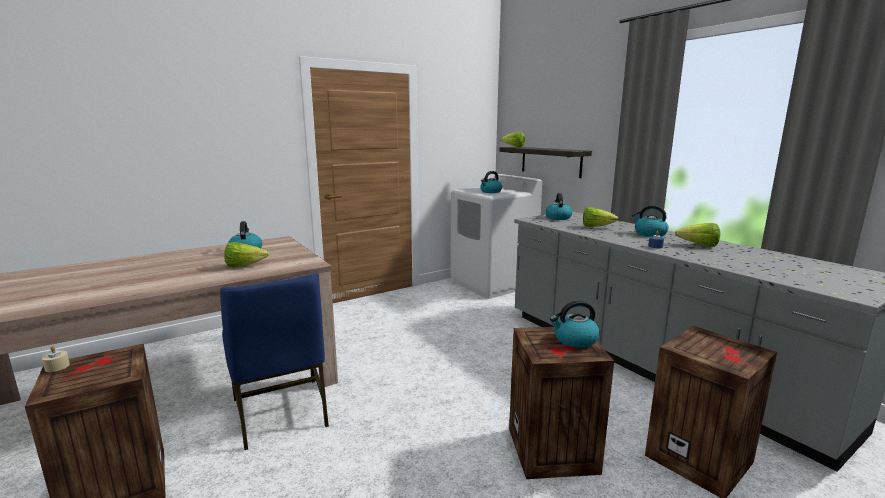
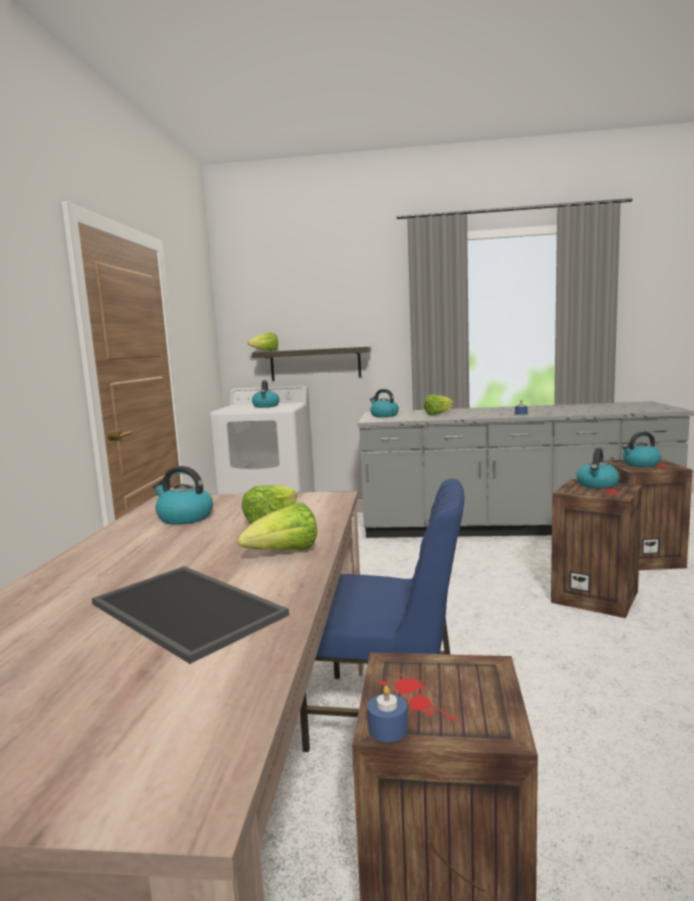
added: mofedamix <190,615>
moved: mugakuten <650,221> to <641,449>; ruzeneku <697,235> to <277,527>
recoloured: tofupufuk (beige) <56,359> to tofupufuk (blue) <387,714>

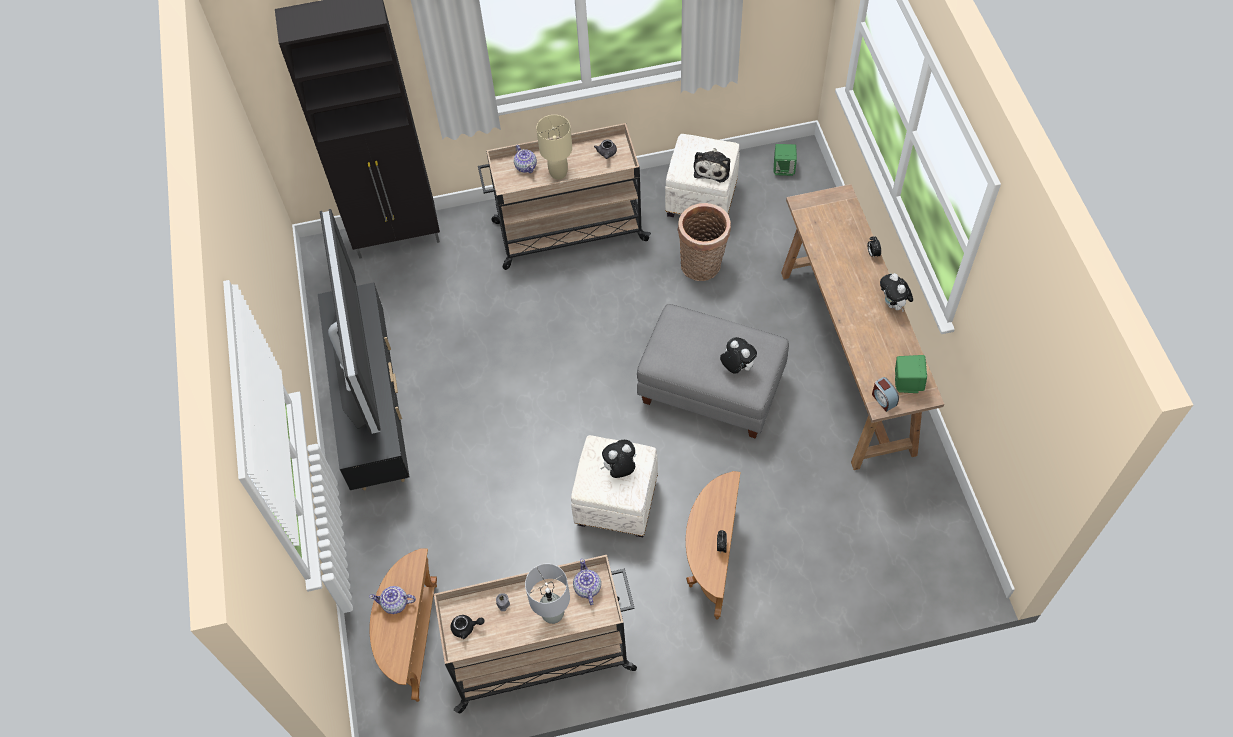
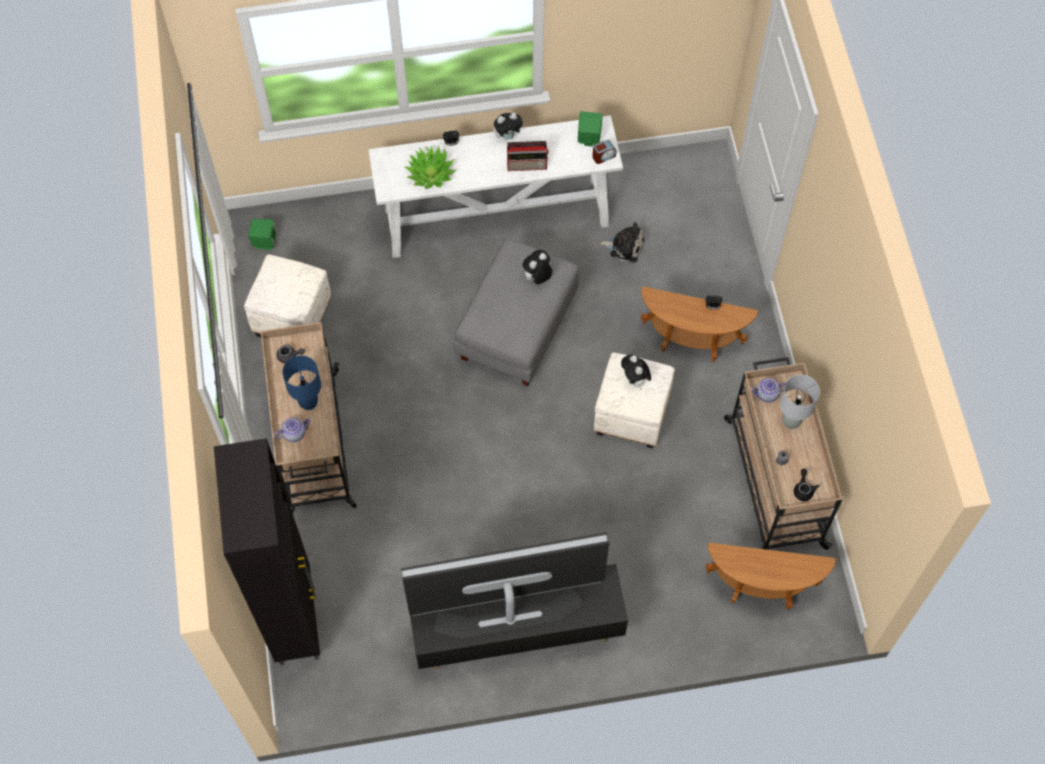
removed: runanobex <704,242>; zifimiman <392,600>
added: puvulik <528,156>; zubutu <430,167>
moved: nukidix <712,165> to <621,242>
recoloured: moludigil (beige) <554,147> to moludigil (blue) <301,382>; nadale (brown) <862,327> to nadale (white) <495,186>

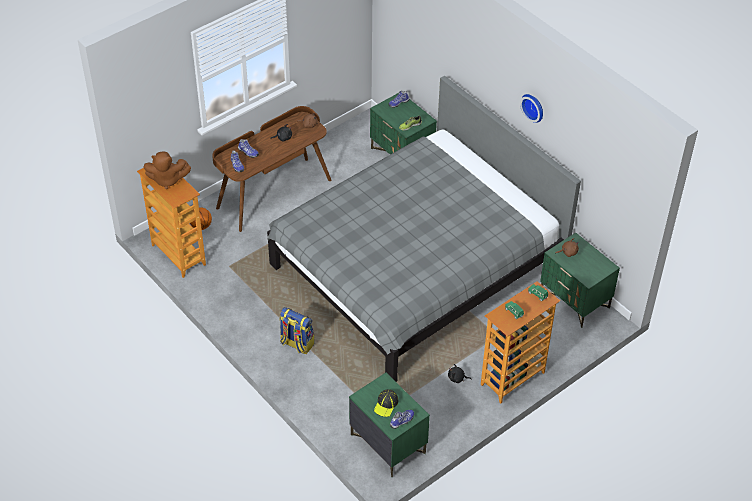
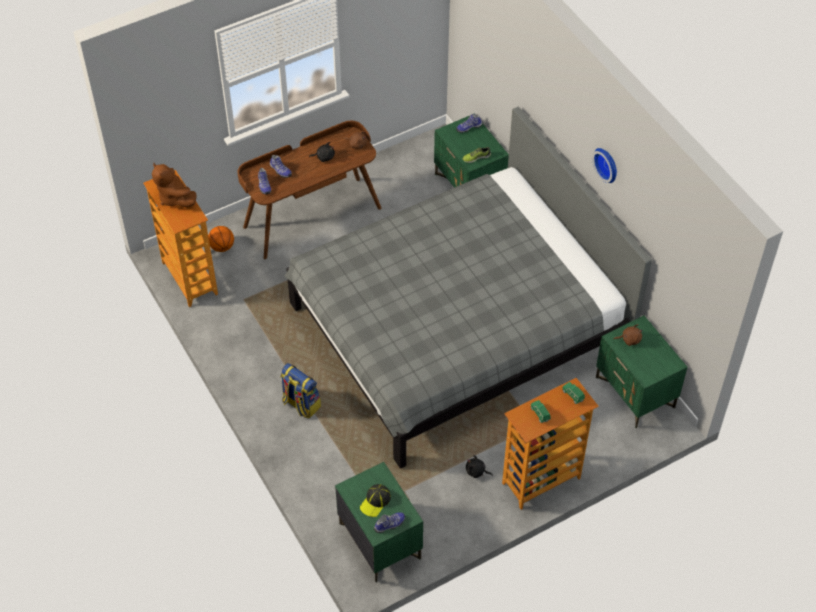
turned: nukidix (brown) <167,170> = <174,185> 45 degrees clockwise

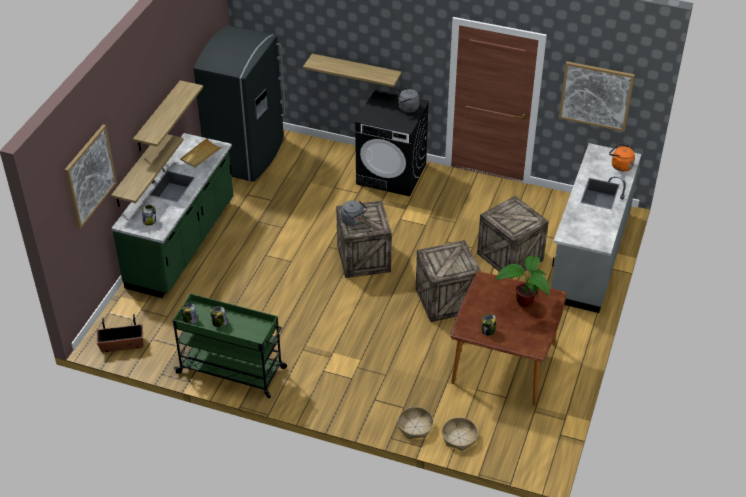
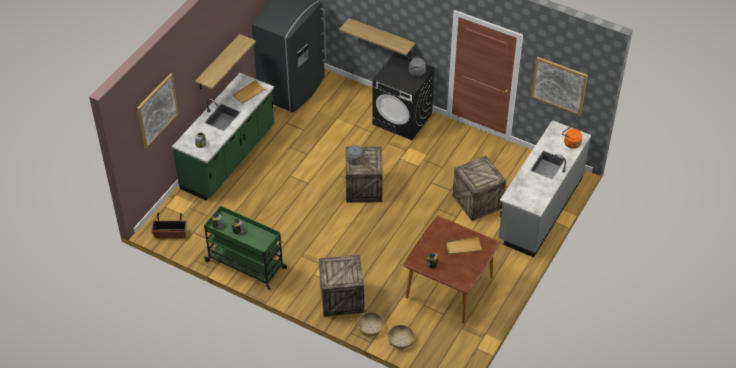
removed: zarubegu <147,170>
moved: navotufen <448,281> to <341,285>
replaced: zubutu <522,282> to mofedamix (beige) <464,245>

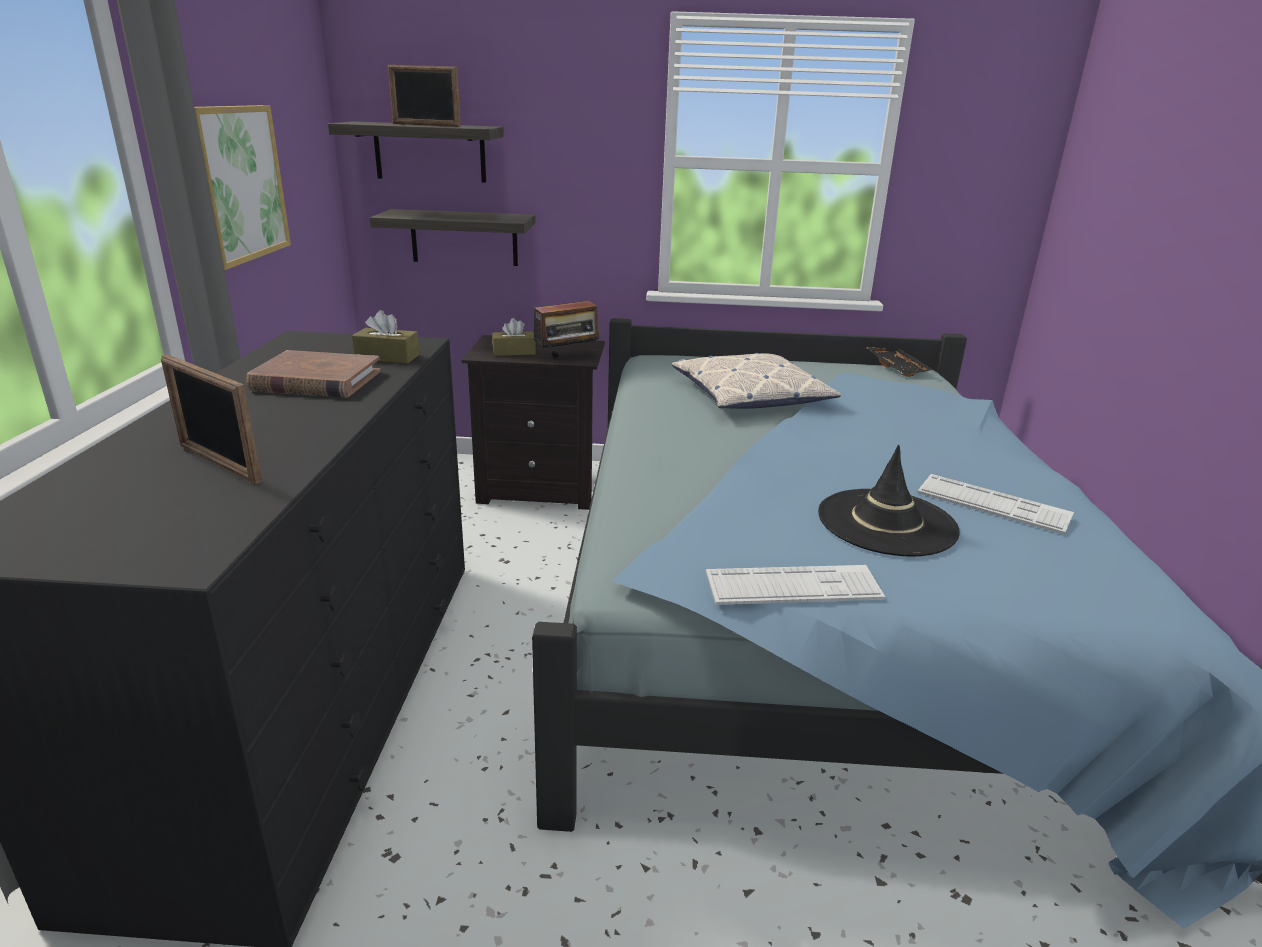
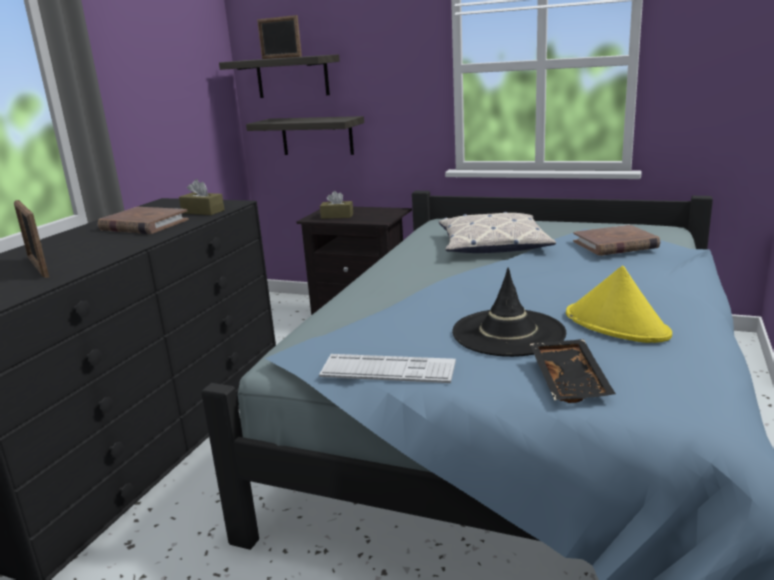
removed: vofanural <242,187>; puvulik <568,329>
added: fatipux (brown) <616,240>
moved: mofedamix (black) <900,362> to <573,371>
replaced: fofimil <995,504> to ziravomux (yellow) <619,304>

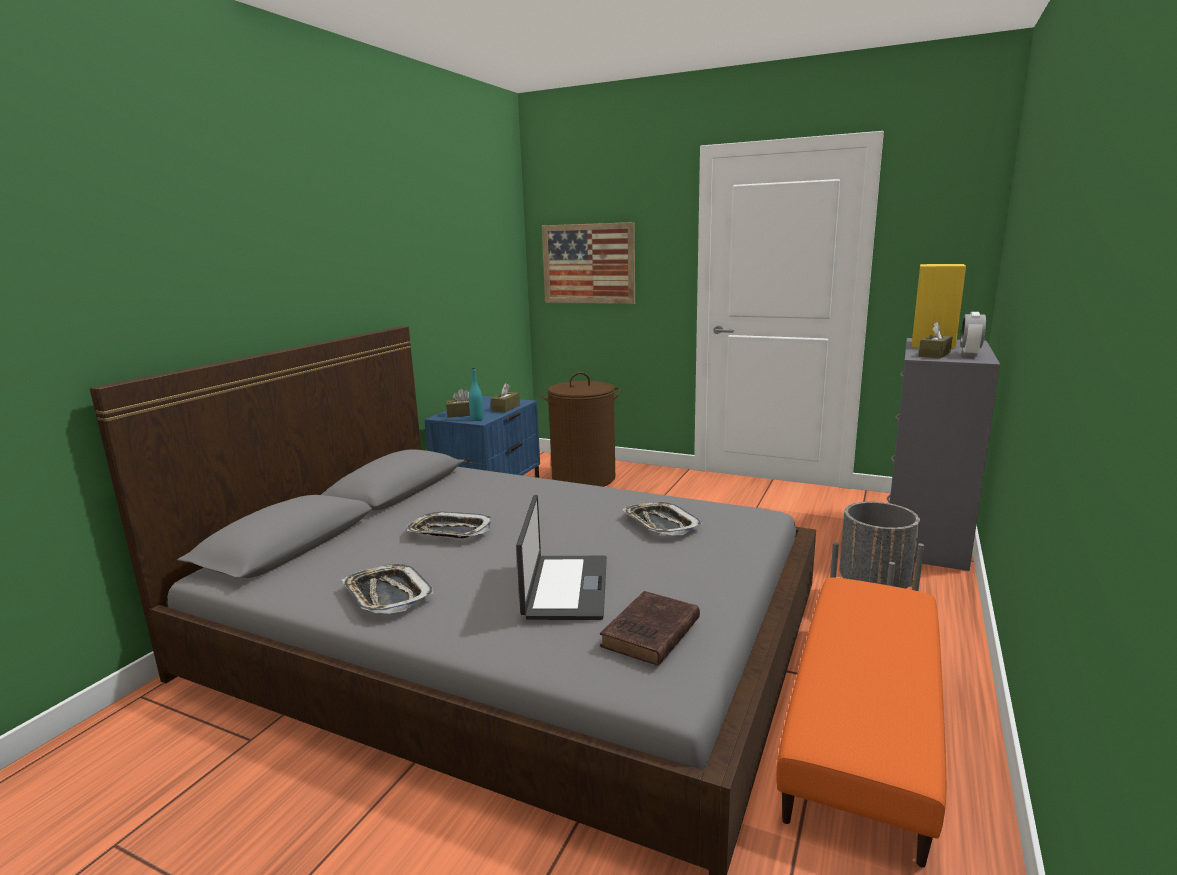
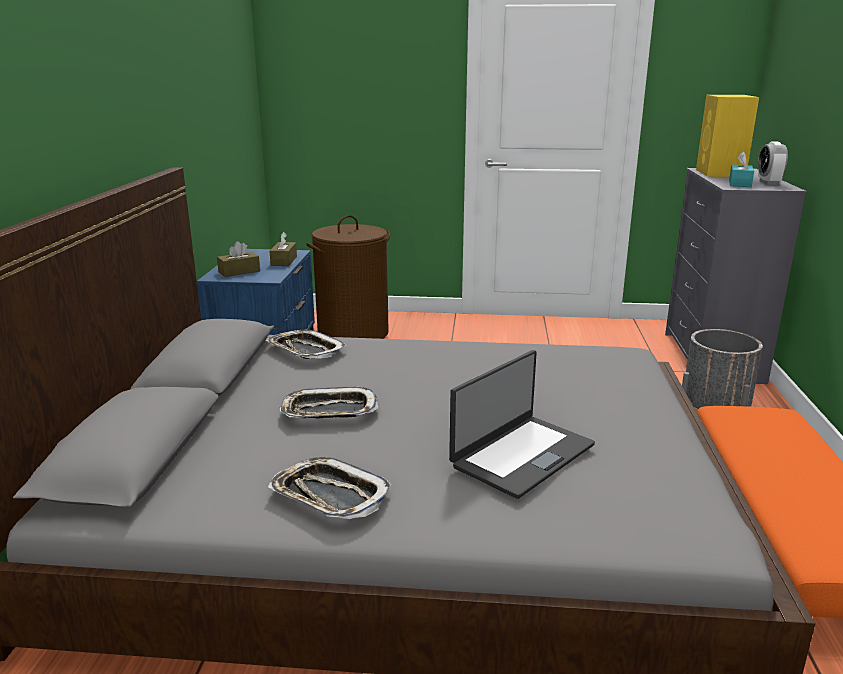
removed: vofanural <588,263>; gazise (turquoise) <476,394>; fatipux (brown) <650,628>
moved: mofedamix <663,519> to <306,344>
recoloured: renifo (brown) <936,340> to renifo (turquoise) <741,169>
turned: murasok <561,557> = <522,424> 60 degrees clockwise

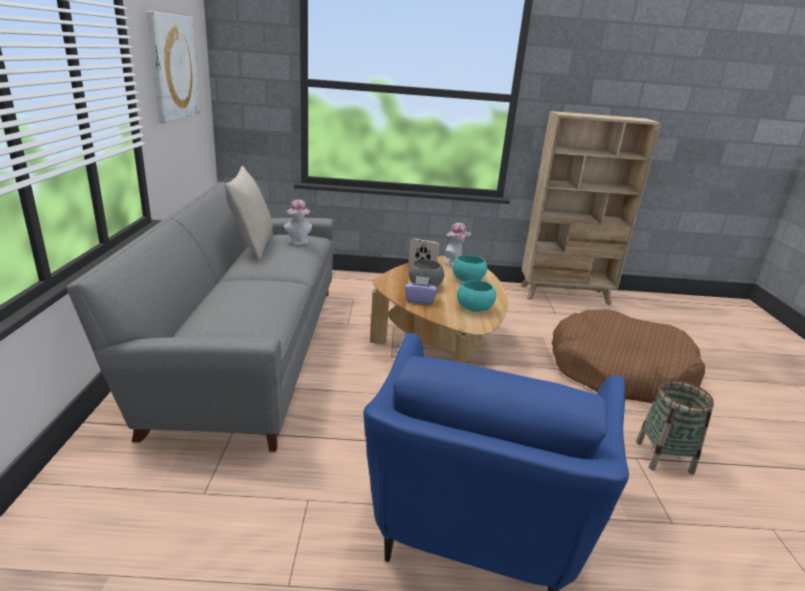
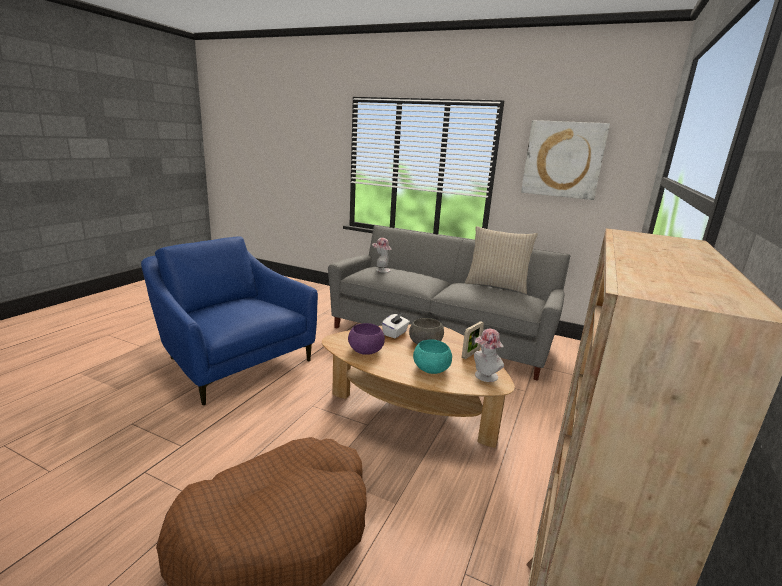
removed: runanobex <675,427>
moved: ziravomux <298,222> to <381,255>
recoloured: renifo (purple) <421,290> to renifo (white) <396,325>; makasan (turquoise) <476,296> to makasan (purple) <366,339>

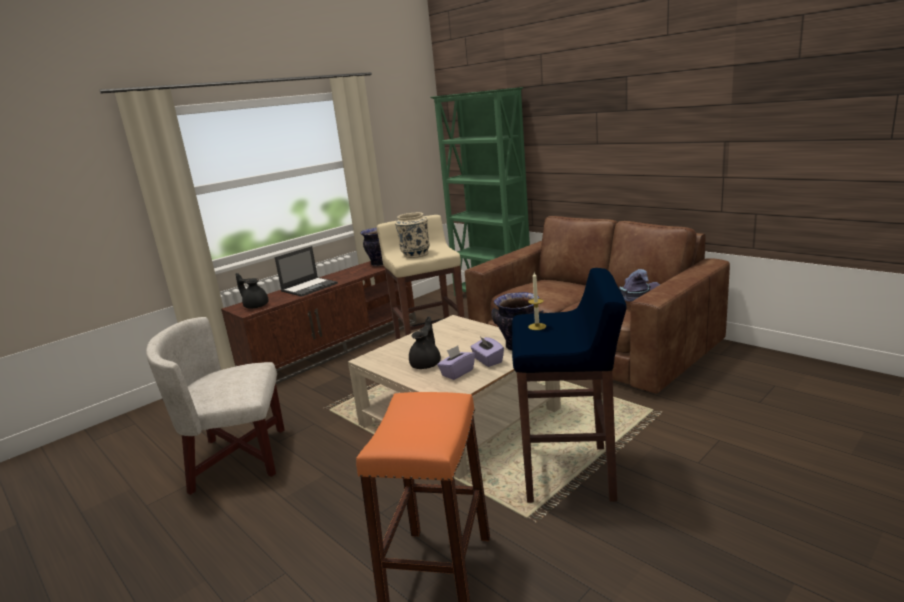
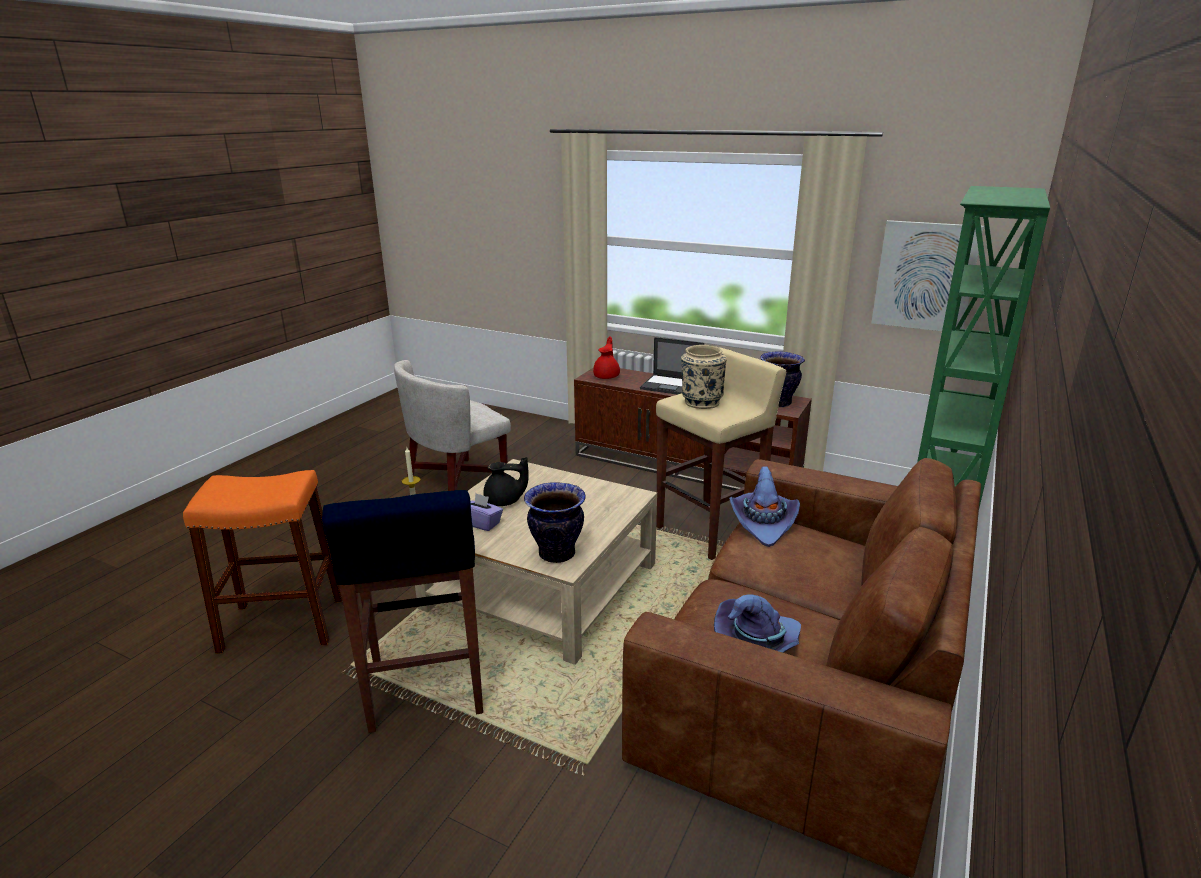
removed: renifo (purple) <487,351>
added: vofanural <927,275>; ziravomux (purple) <764,506>
recoloured: zifimiman (black) <252,291> to zifimiman (red) <606,357>
turned: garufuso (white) <215,406> = <452,425> 105 degrees counterclockwise

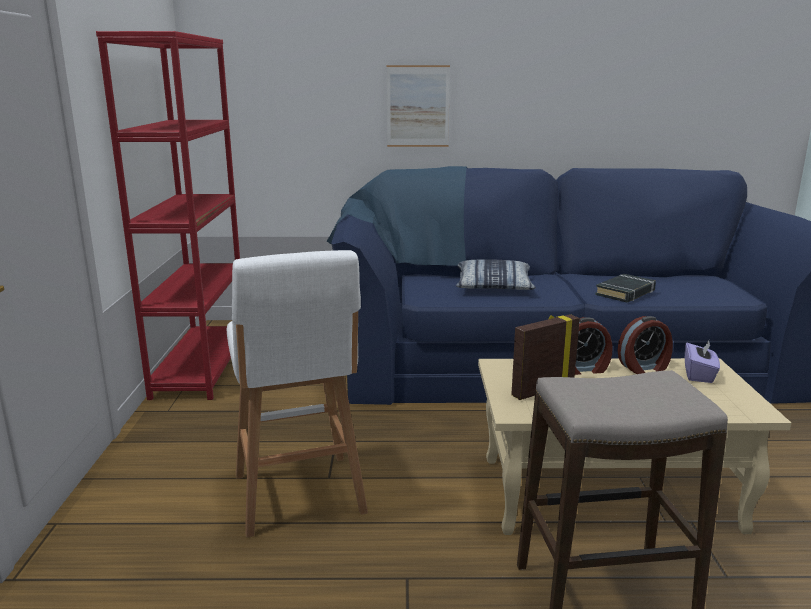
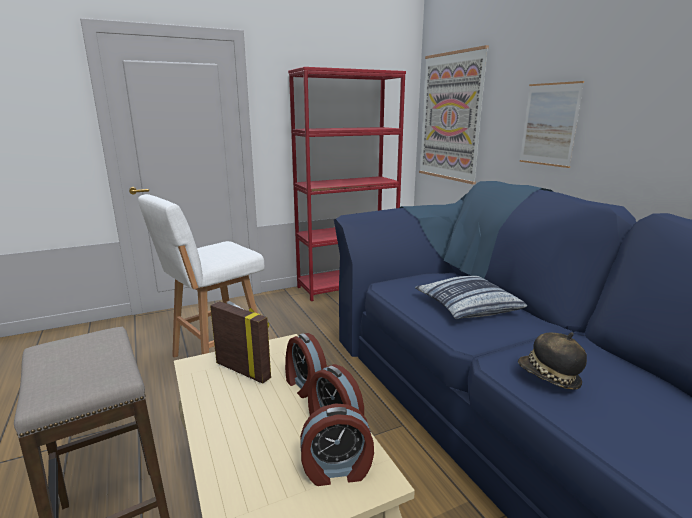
added: vofanural <454,114>
replaced: fatipux (black) <625,288> to ziravomux <552,361>; renifo (purple) <702,361> to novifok <337,444>

